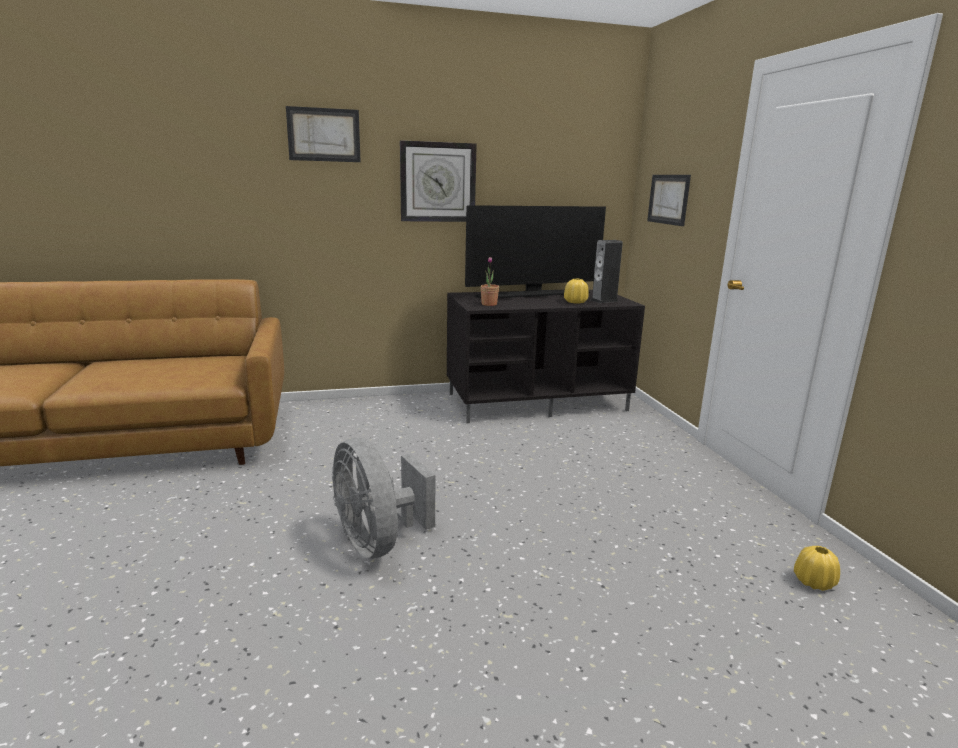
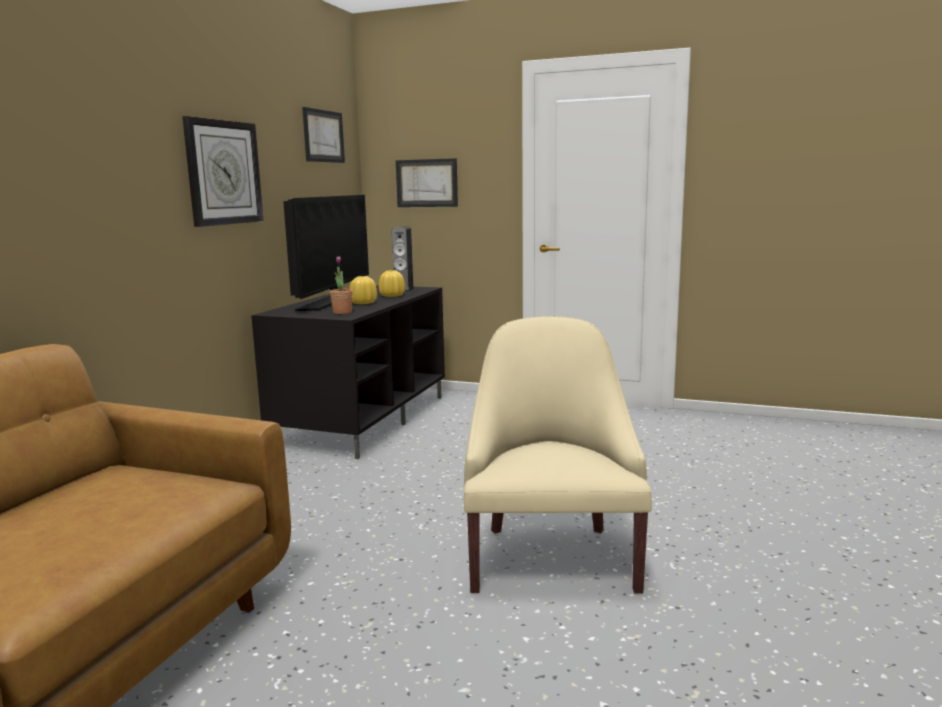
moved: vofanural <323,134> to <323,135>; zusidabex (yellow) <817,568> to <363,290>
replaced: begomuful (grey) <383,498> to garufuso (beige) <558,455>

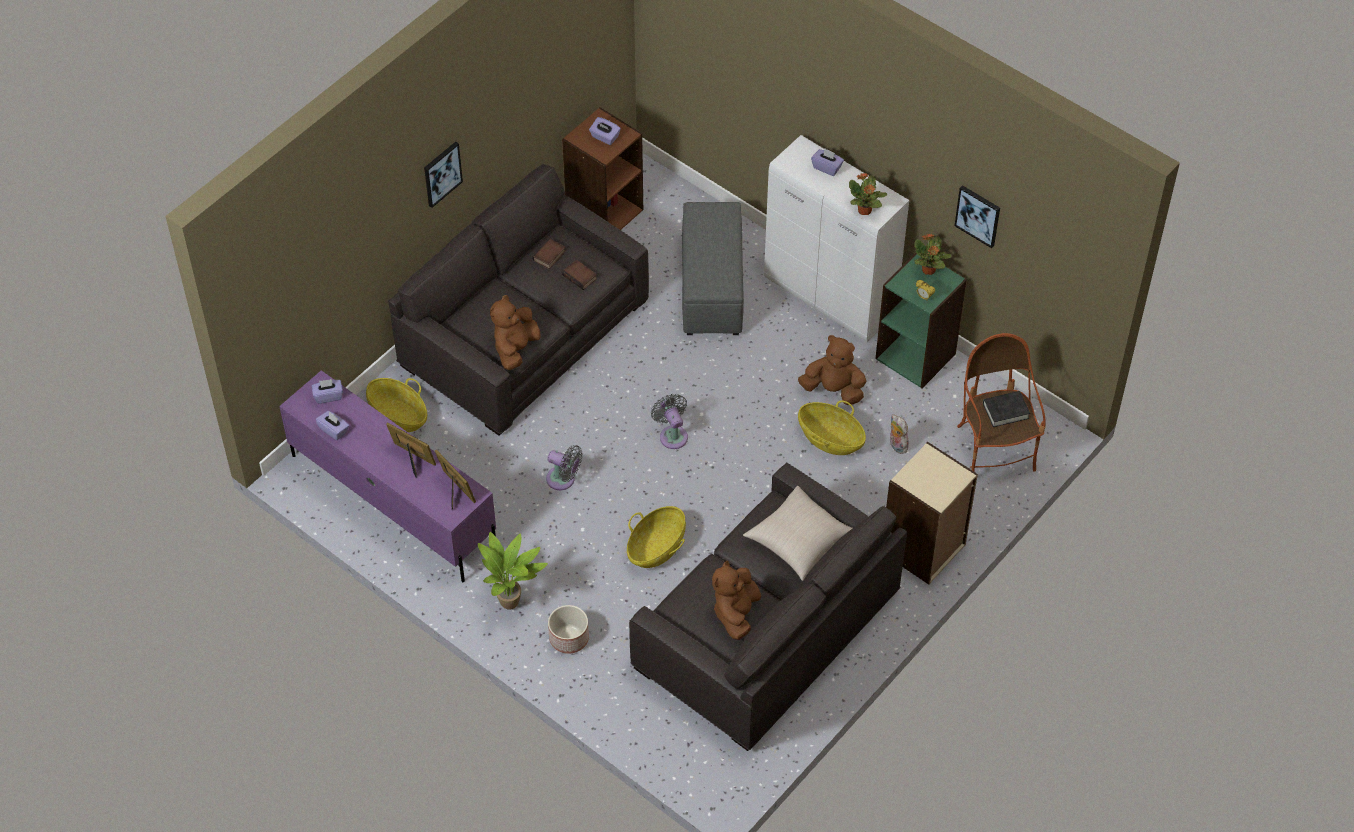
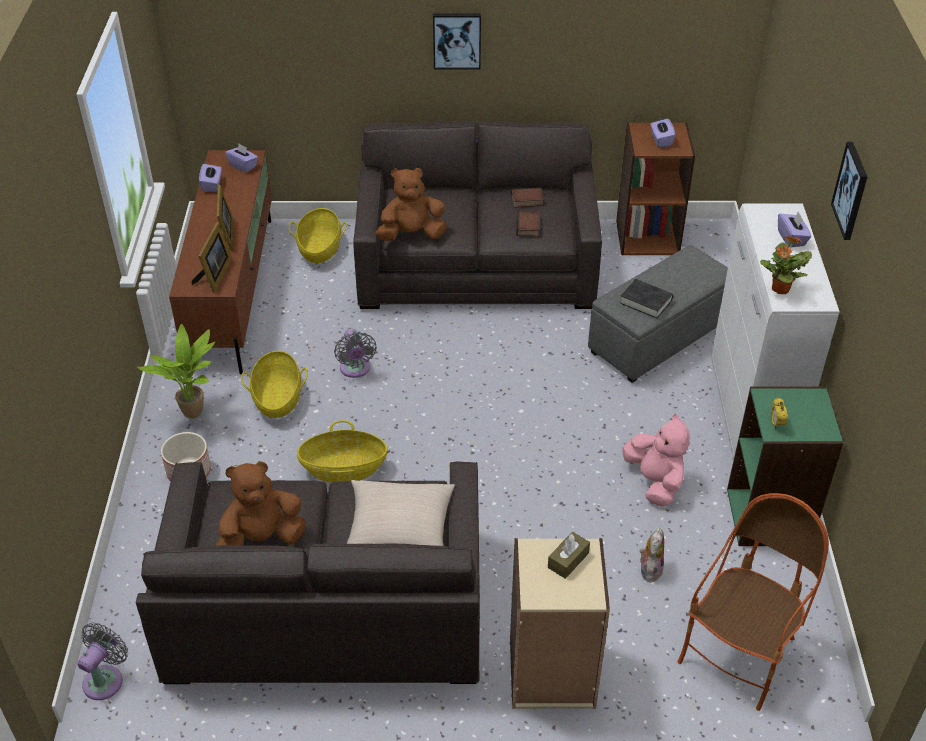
removed: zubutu <932,254>
added: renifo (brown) <569,555>
moved: vofanural <977,216> to <849,191>; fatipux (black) <1006,409> to <646,299>; begomuful (grey) <669,421> to <102,661>; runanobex <832,427> to <274,384>
recoloured: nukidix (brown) <832,370> to nukidix (pink) <656,460>; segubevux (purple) <387,476> to segubevux (brown) <220,262>

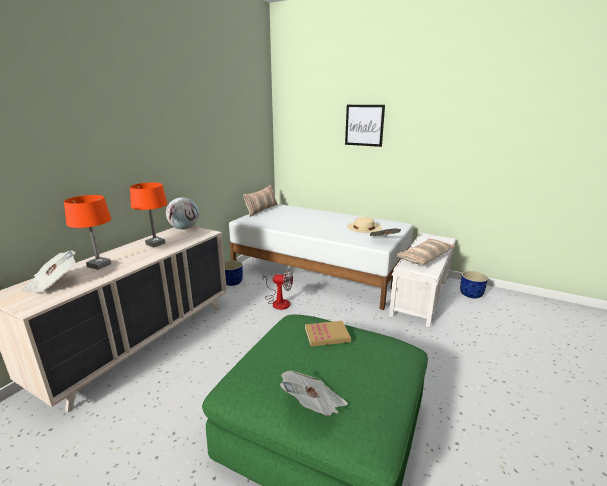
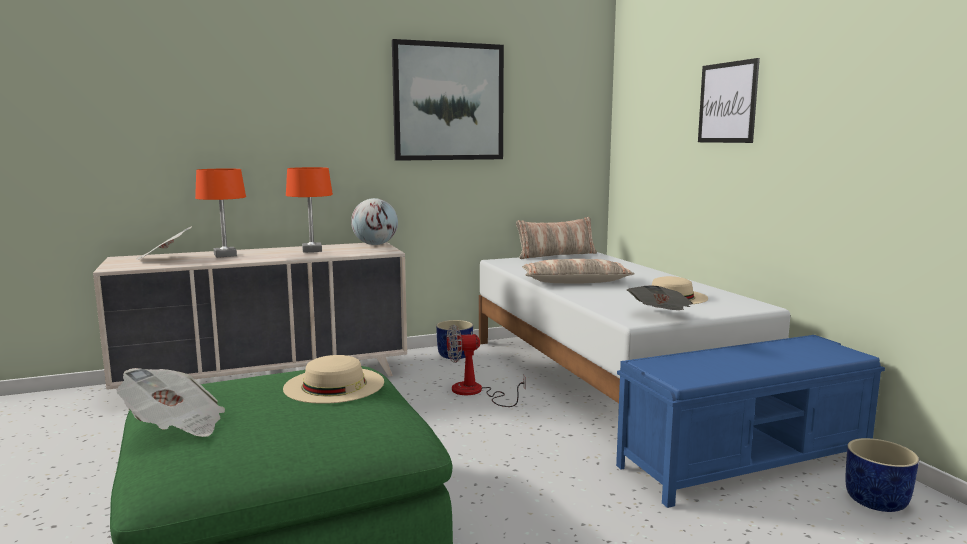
added: vofanural <448,100>
moved: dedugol <425,252> to <578,271>
replaced: fatipux <328,334> to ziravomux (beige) <333,379>
recoloured: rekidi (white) <422,280> to rekidi (blue) <750,421>
turned: begomuful <278,289> = <486,366> 120 degrees clockwise

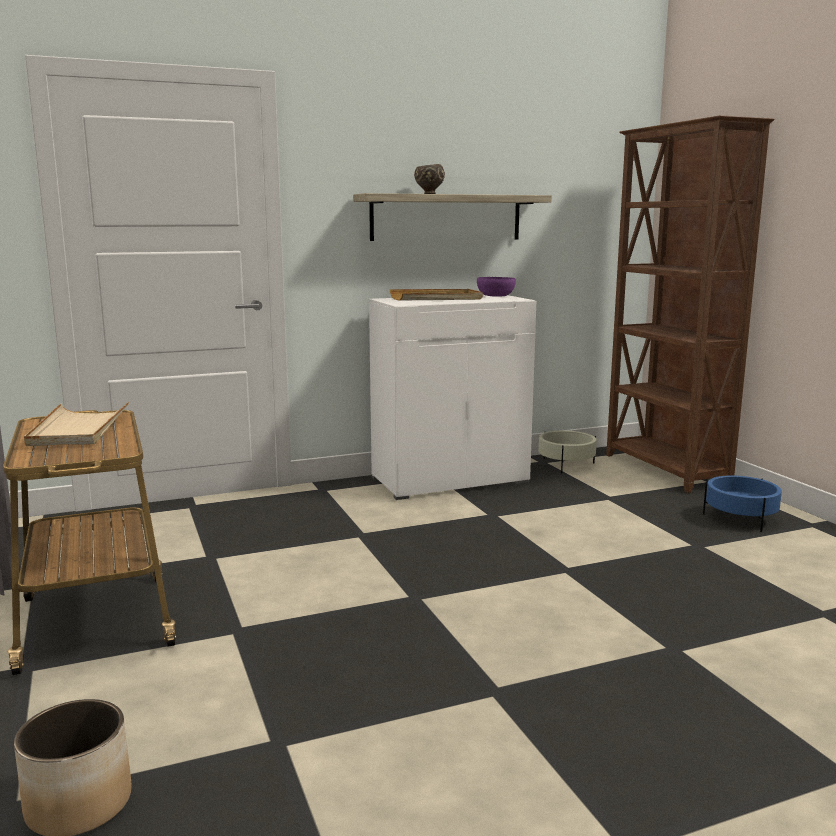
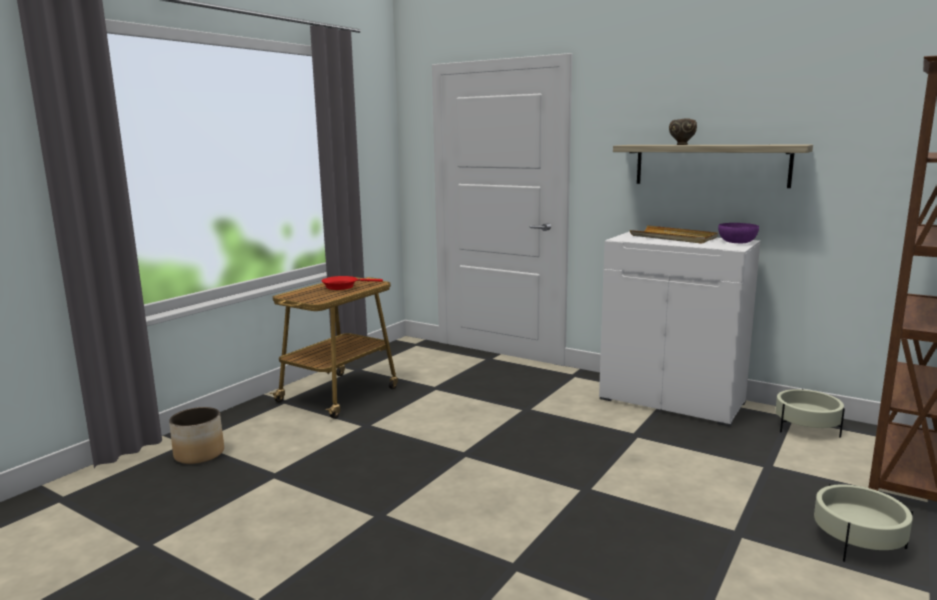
replaced: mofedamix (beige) <76,424> to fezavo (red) <352,283>
recoloured: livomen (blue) <742,504> to livomen (beige) <863,523>

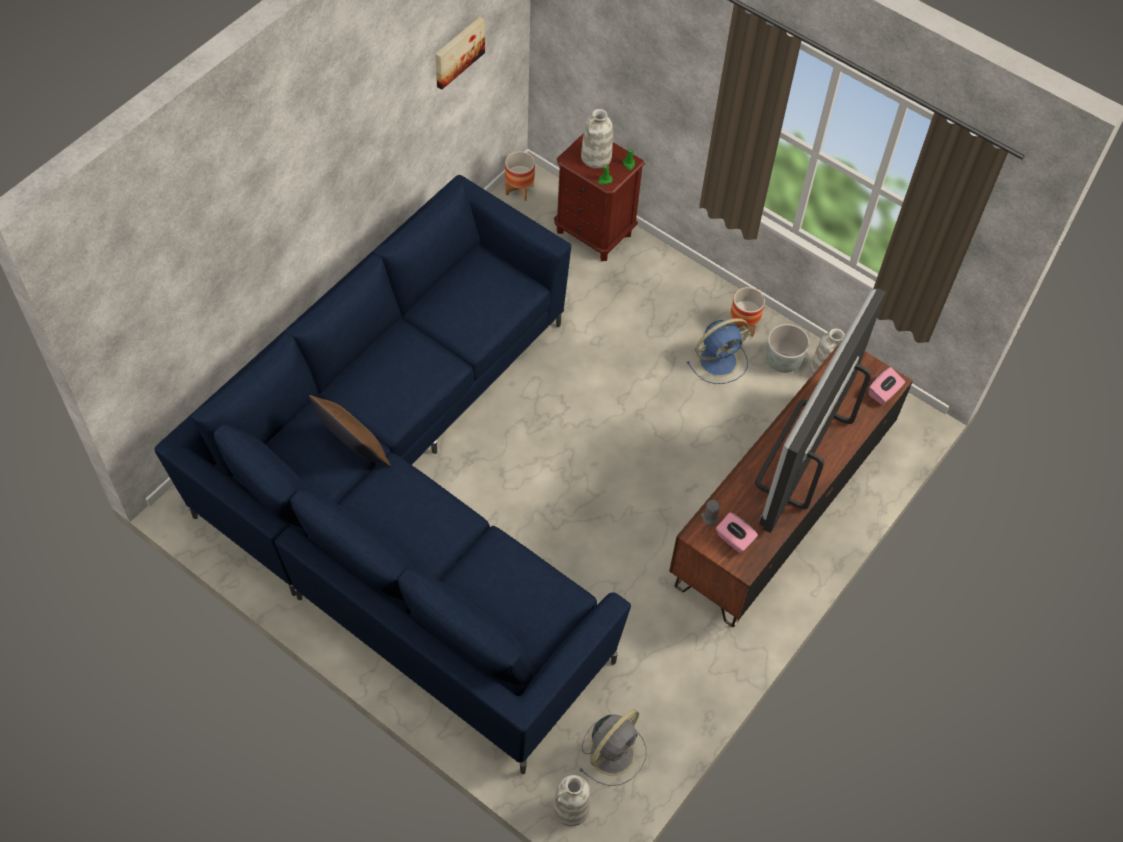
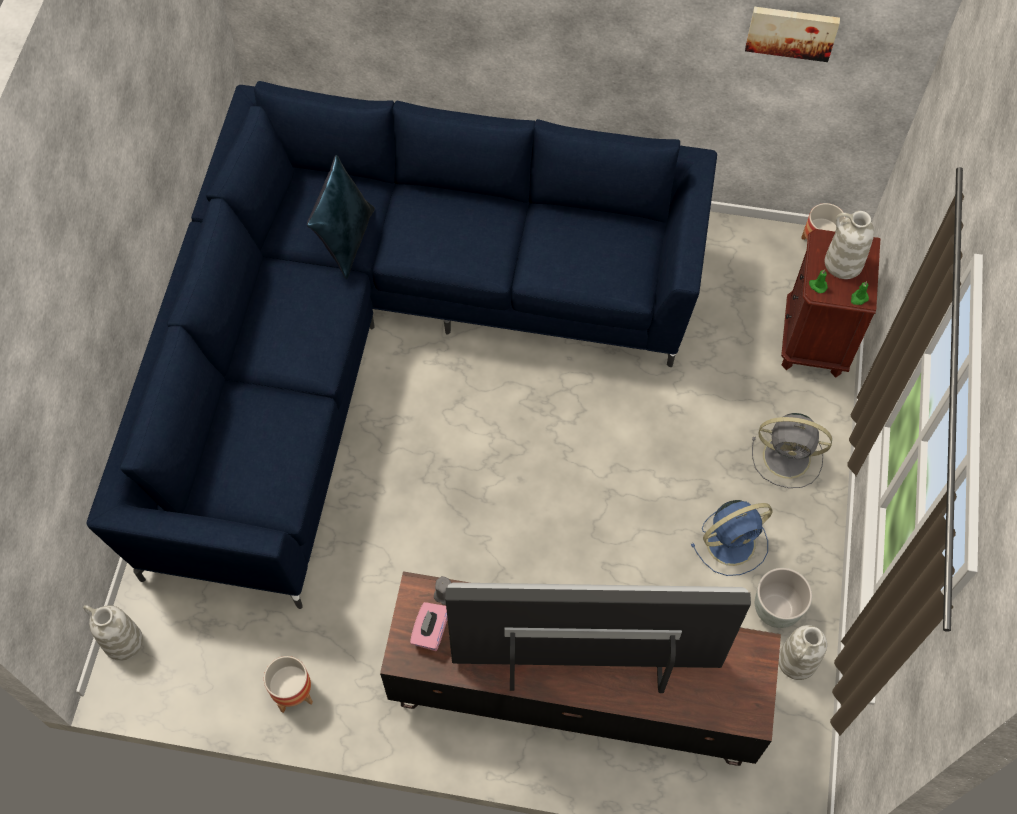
removed: renifo (pink) <887,386>
moved: livomen <748,312> to <288,684>; begomuful (grey) <613,747> to <792,450>
recoloured: dedugol (brown) <350,430> to dedugol (blue) <341,217>
turned: begomuful (blue) <718,351> = <732,538> 60 degrees counterclockwise

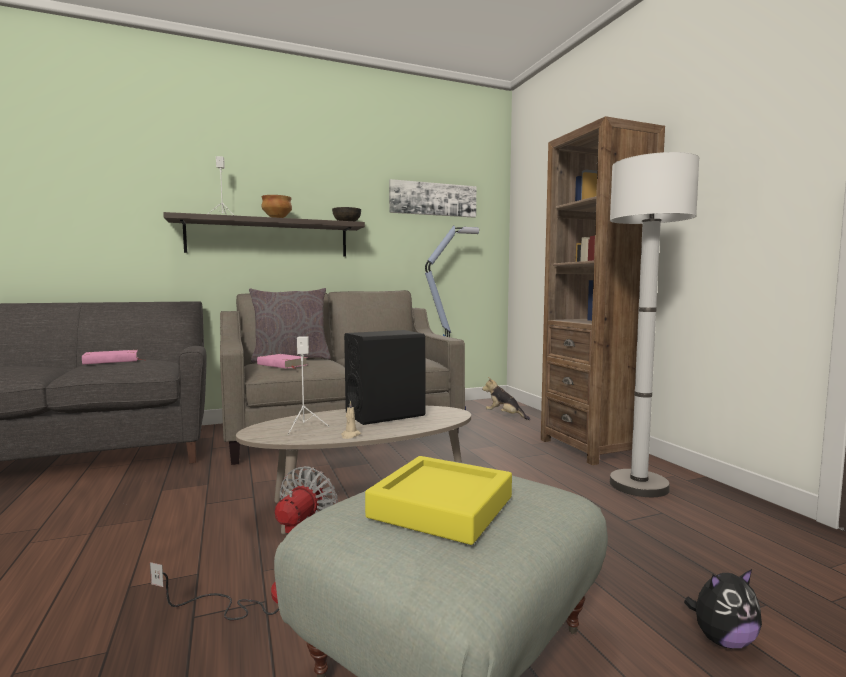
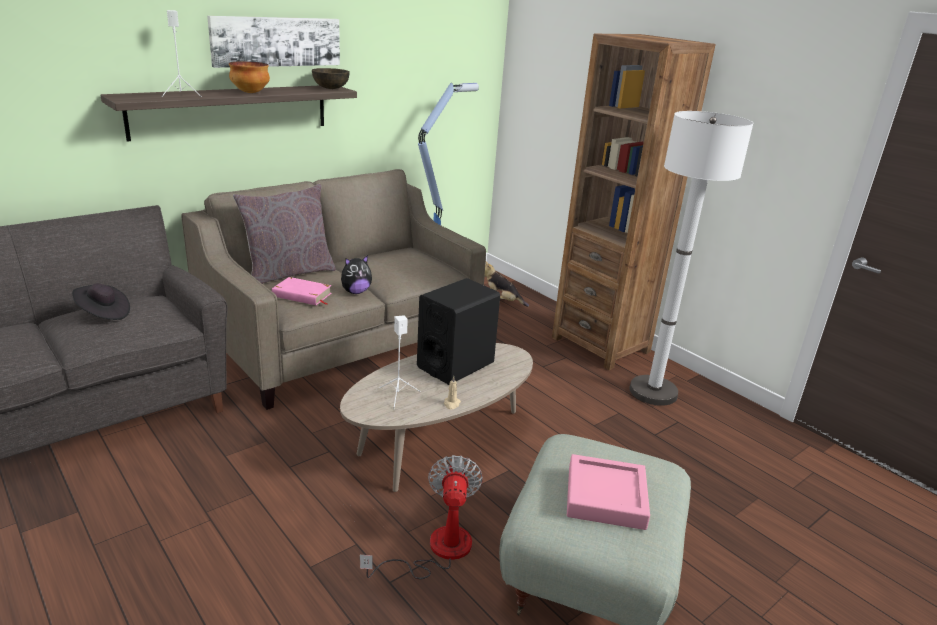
moved: vofanural <432,198> to <273,42>; nukidix <723,608> to <356,274>
replaced: fatipux (pink) <111,357> to ziravomux (black) <101,301>
recoloured: mofedamix (yellow) <438,500> to mofedamix (pink) <608,492>

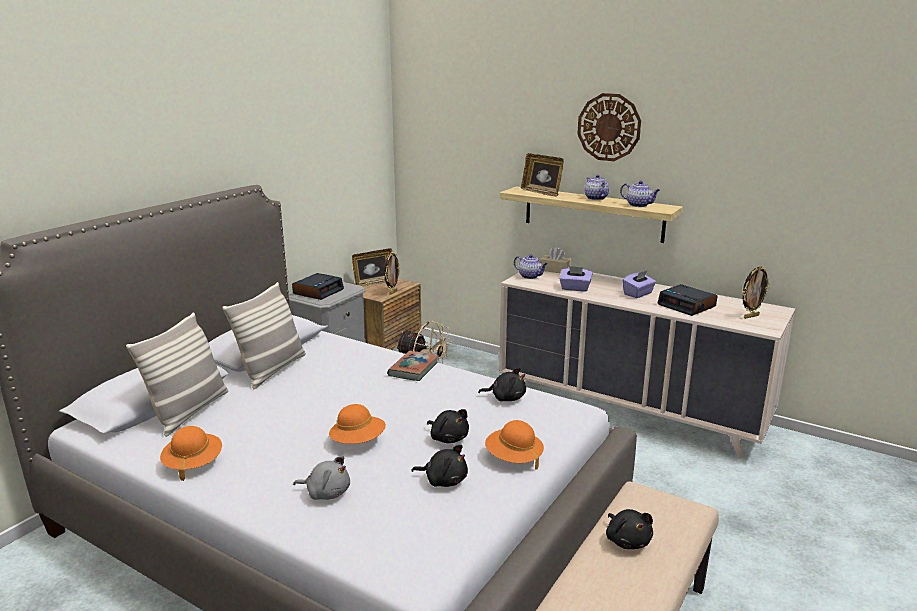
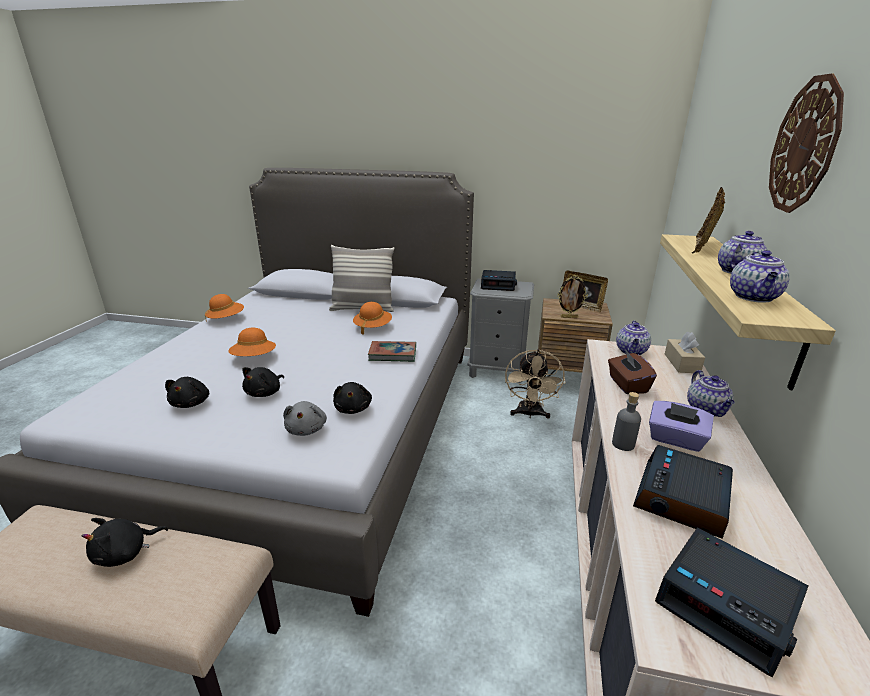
removed: dedugol <177,374>
added: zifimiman <711,393>; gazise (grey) <626,421>
moved: ziravomux (orange) <514,444> to <372,318>; nukidix (grey) <321,478> to <305,418>
replaced: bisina <756,292> to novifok <732,602>
recoloured: renifo (purple) <576,278> to renifo (brown) <632,372>

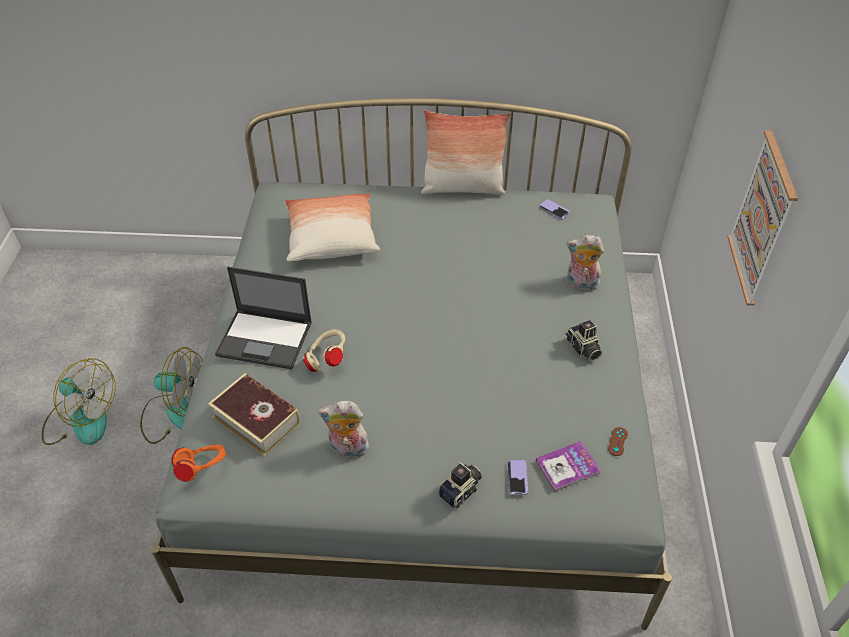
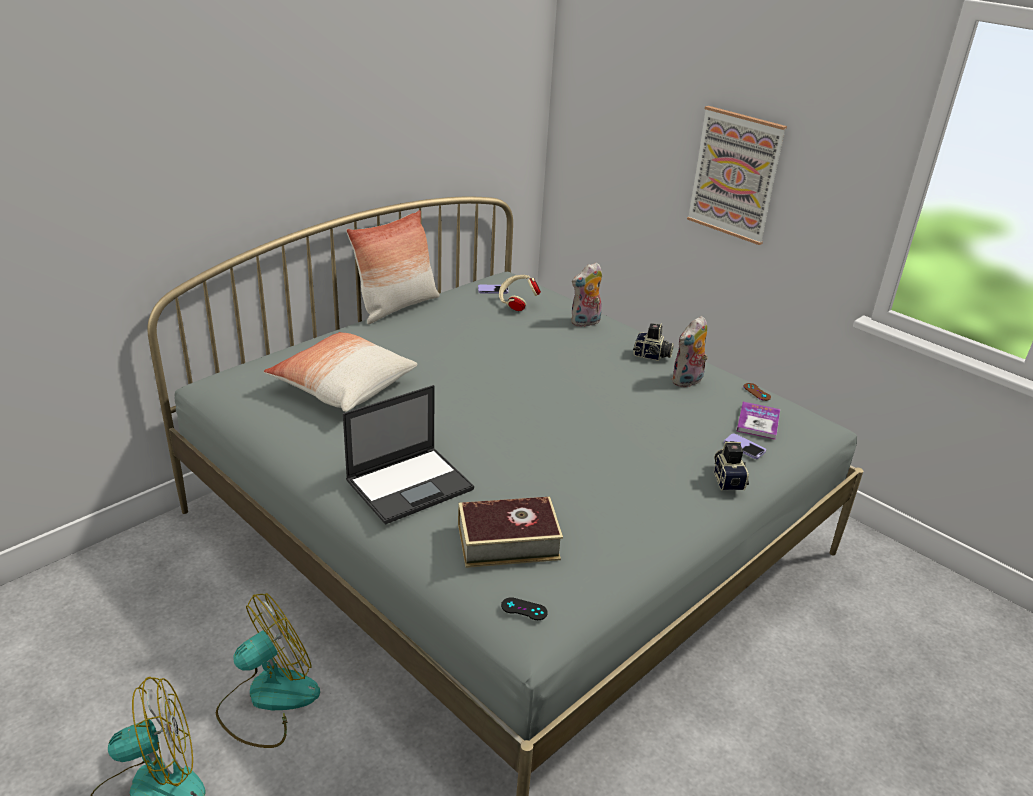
moved: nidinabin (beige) <324,350> to <520,293>; nukidix <344,429> to <689,351>
replaced: nidinabin (orange) <198,463> to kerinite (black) <524,608>

